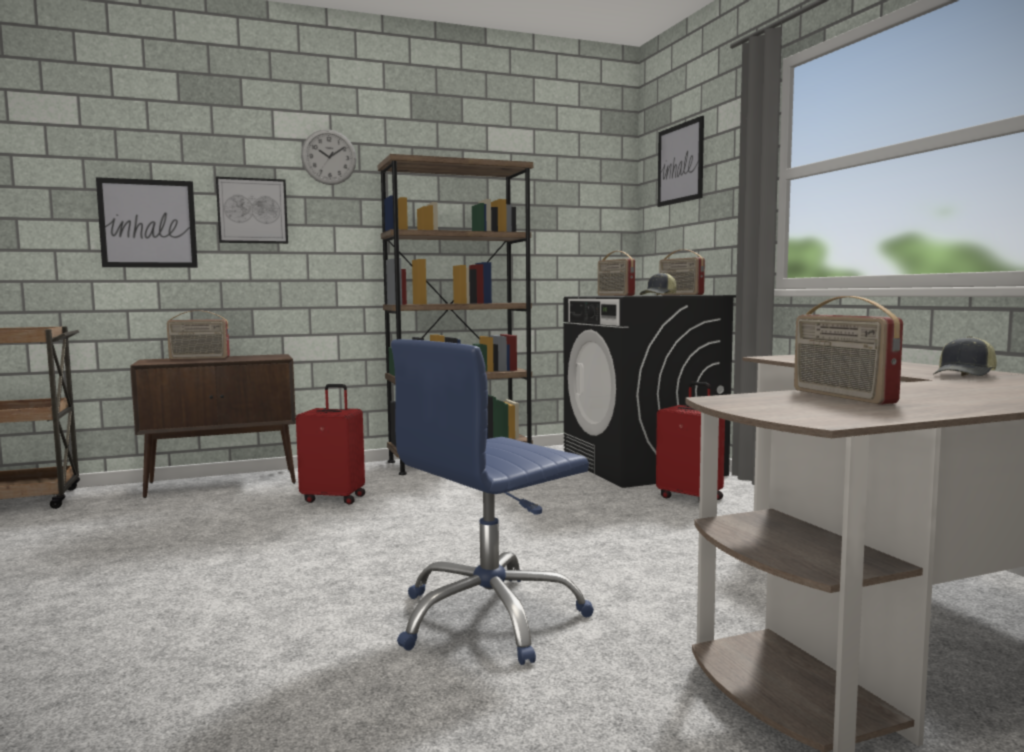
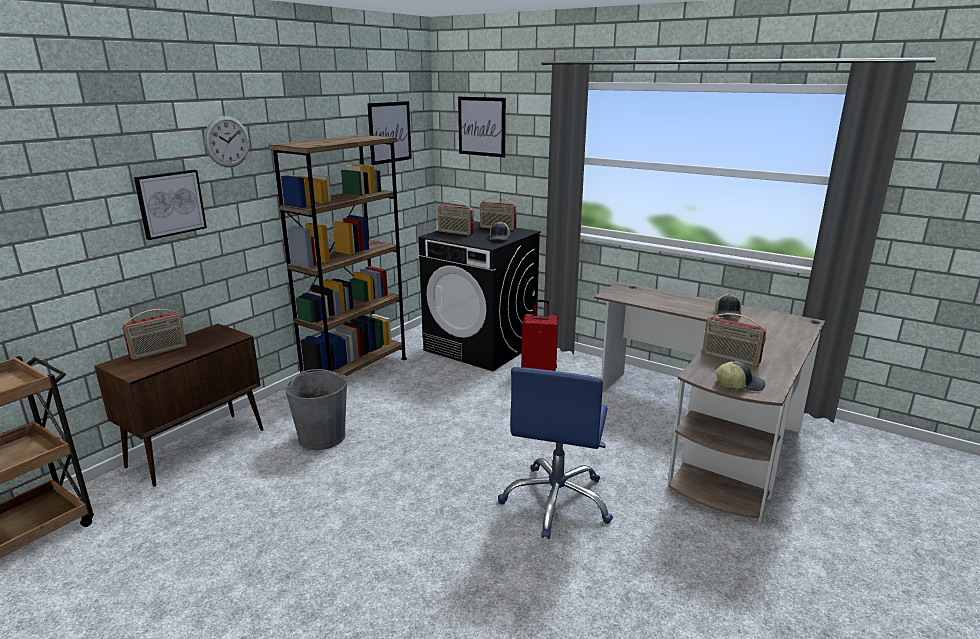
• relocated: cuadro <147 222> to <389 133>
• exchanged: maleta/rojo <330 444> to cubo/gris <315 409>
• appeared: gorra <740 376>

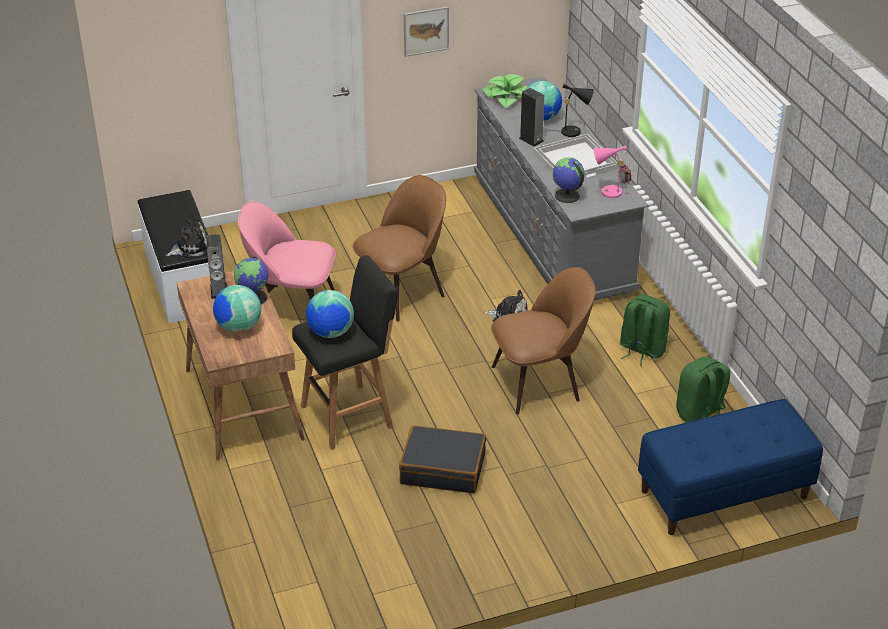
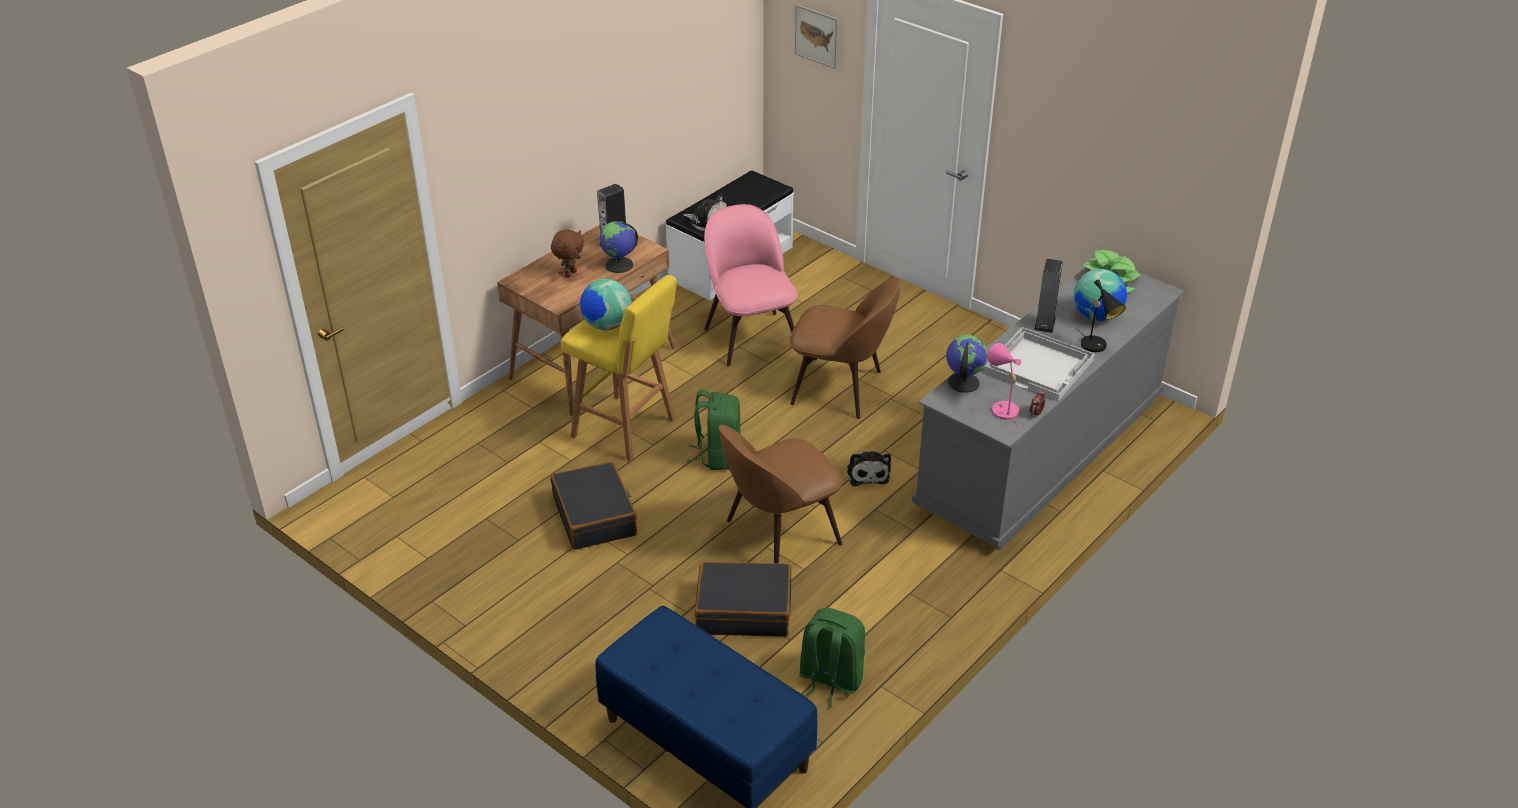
• exchanged: globo terráqueo <237 309> to peluche/marrón <567 254>
• colour: taburete/negro <345 352> to taburete/amarillo <619 368>
• relocated: cuadro <426 31> to <817 36>
• spun: silla/marrón <543 341> = <780 494> 105 degrees clockwise
• relocated: mochila/verde <645 330> to <713 430>
• appeared: maleta/negro <743 599>

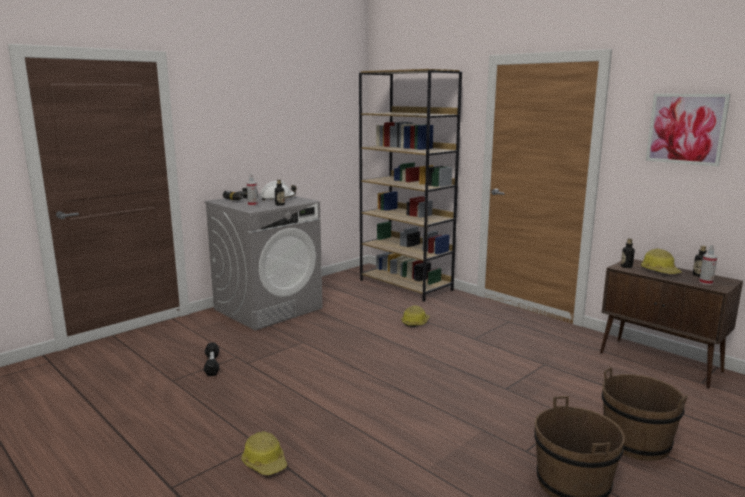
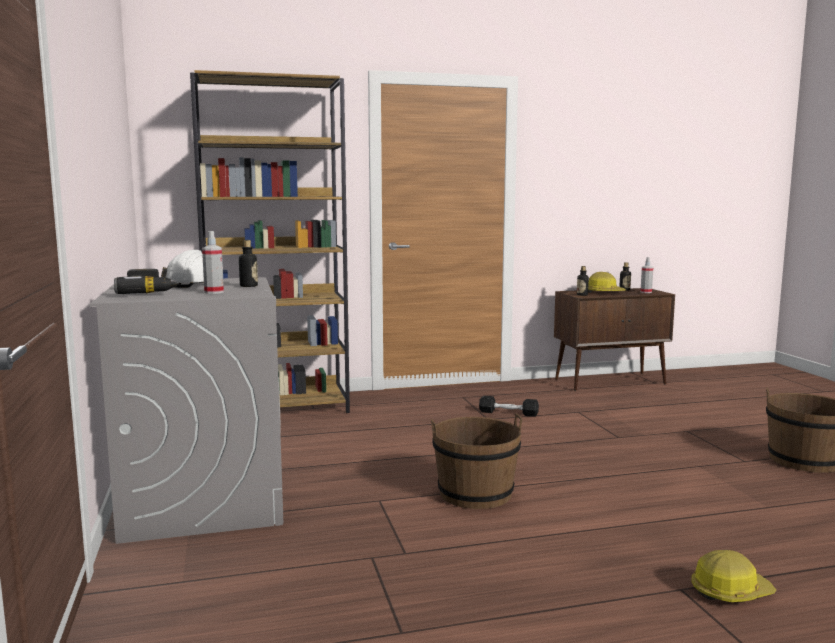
• relocated: mancuerna/negro <211 359> to <509 406>
• missing: casco <415 316>
• relocated: cubo/marrón <645 414> to <476 461>
• missing: cuadro <688 130>

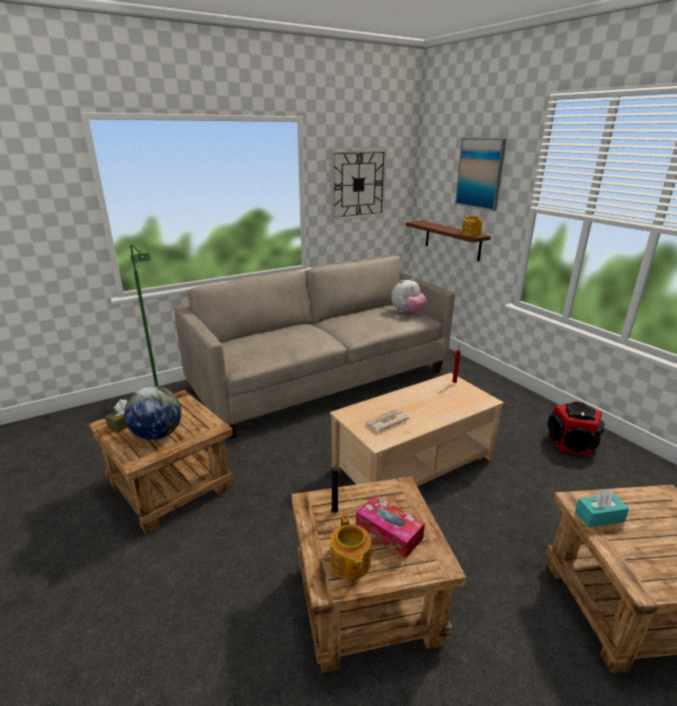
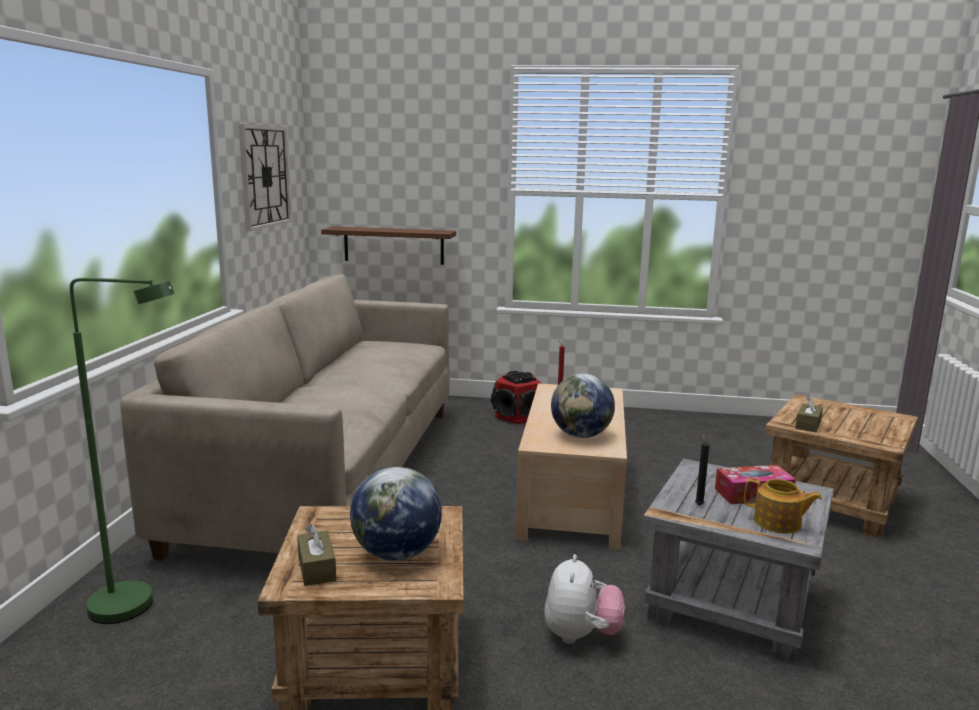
• colour: mesa auxiliar/marrón <378 574> to mesa auxiliar/gris <738 562>
• exchanged: periódico <387 421> to globo terráqueo <583 406>
• relocated: peluche <409 295> to <584 599>
• missing: cuadro <481 174>
• missing: tetera <472 225>
• relocated: altavoz <576 428> to <516 397>
• colour: caja de pañuelos/turquesa <602 508> to caja de pañuelos/marrón <809 413>

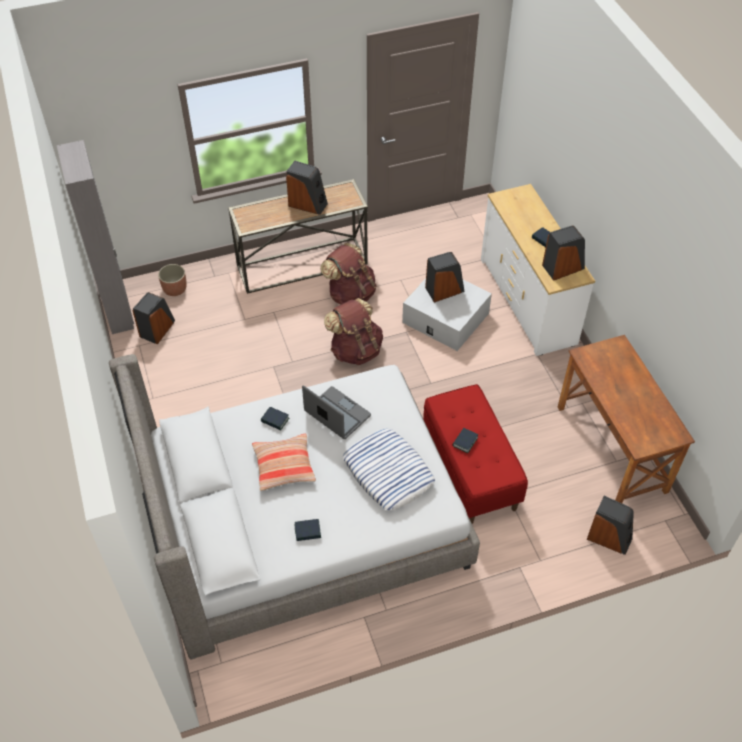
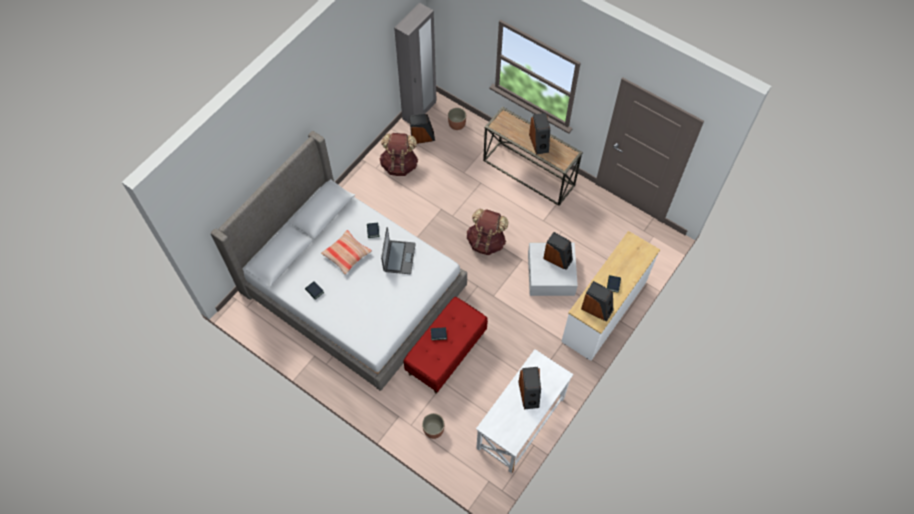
• relocated: mochila/marrón <348 274> to <398 154>
• missing: cojín <389 469>
• colour: escritorio/marrón <626 419> to escritorio/blanco <524 411>
• relocated: altavoz <610 525> to <529 388>
• appeared: maceta <433 426>

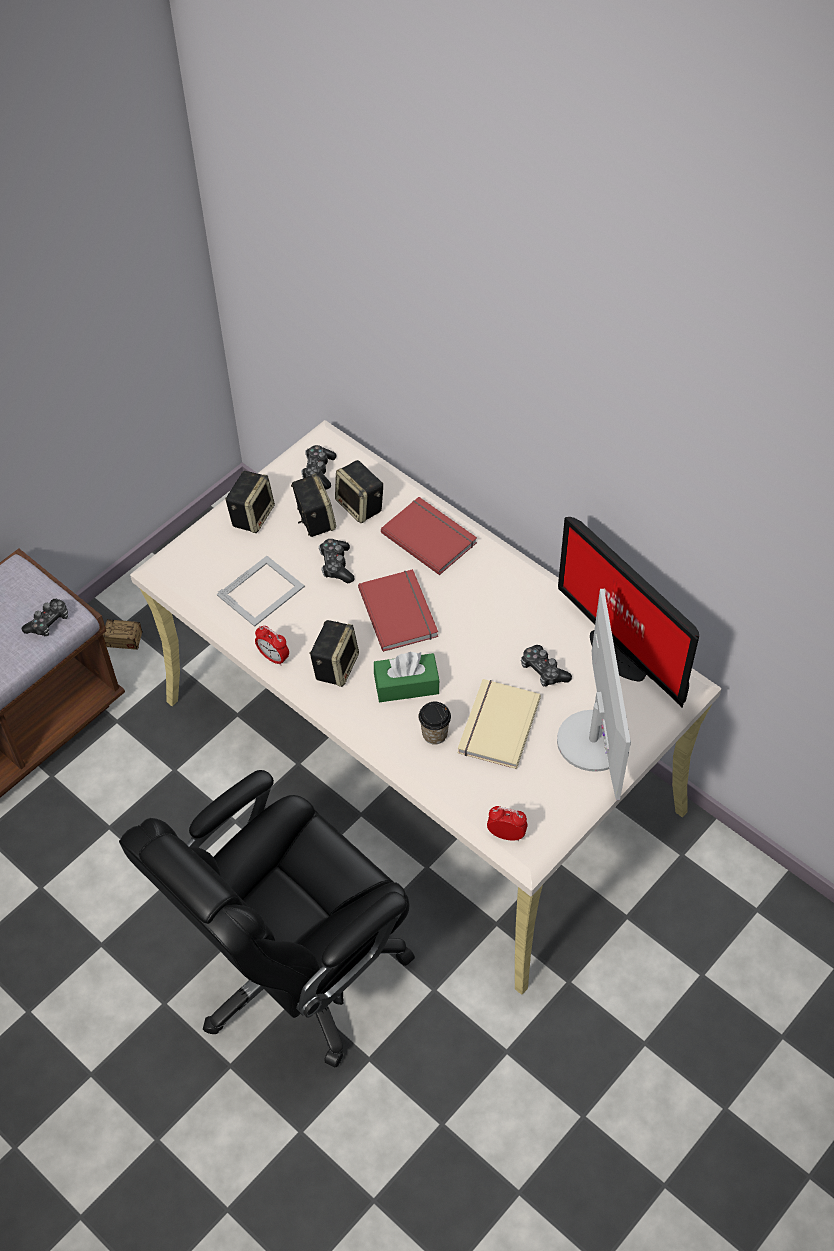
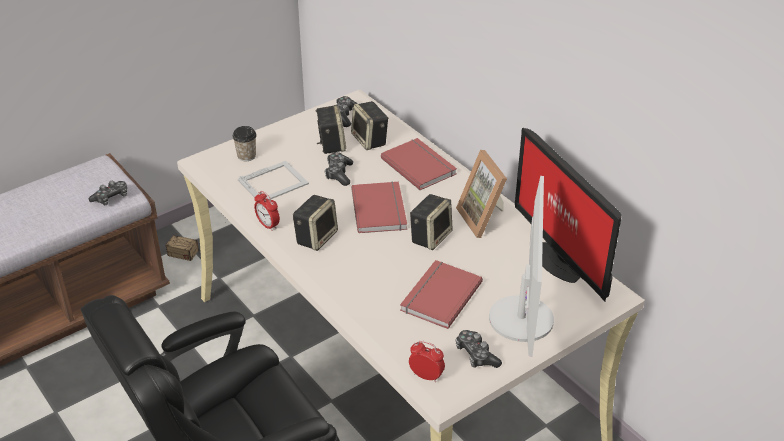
• relocated: altavoz <250 502> to <431 222>
• missing: caja de pañuelos/verde <407 677>
• relocated: taza <434 723> to <244 143>
• colour: libro/beis <499 724> to libro/rojo <441 294>
• relocated: mando de consola <546 665> to <478 349>
• appeared: portarretratos <481 194>

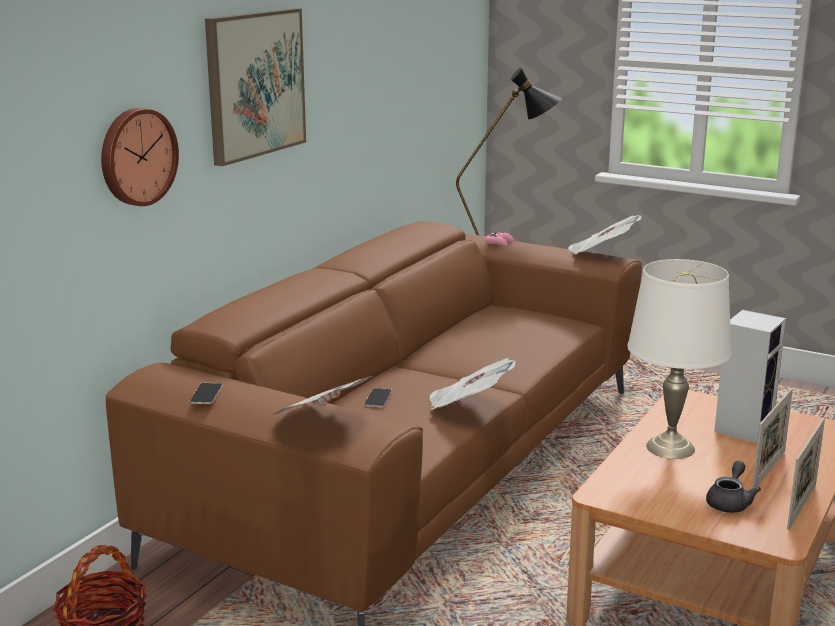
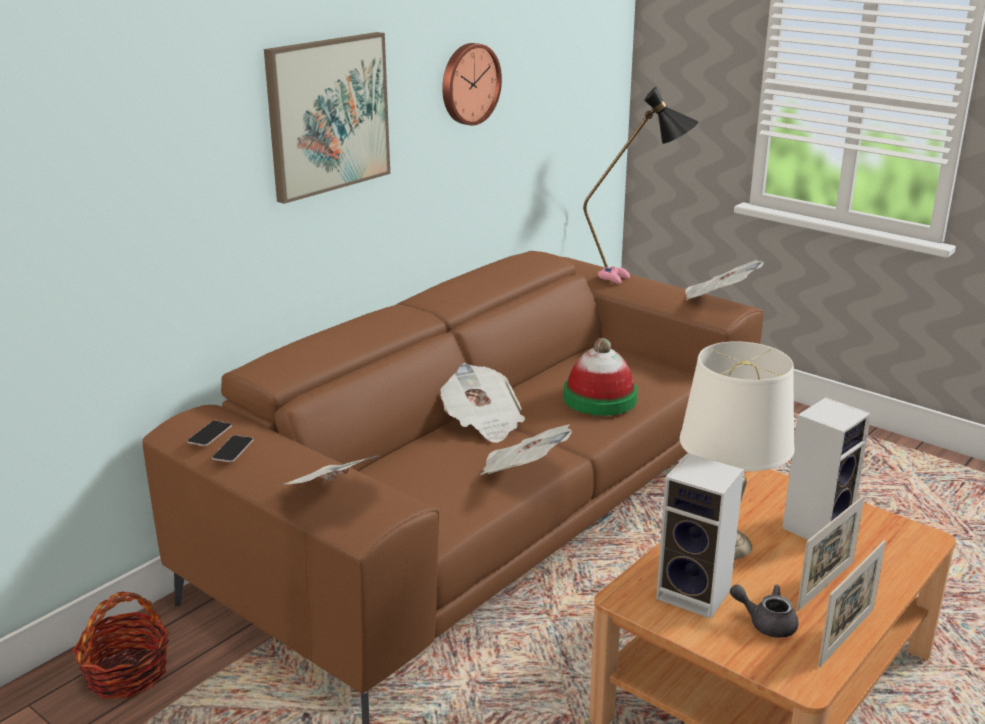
• relocated: reloj de pared <140 157> to <472 84>
• relocated: móvil <378 397> to <209 433>
• spun: tetera/gris <733 487> = <764 611> 105 degrees counterclockwise
• appeared: periódico <482 403>
• appeared: sombrero <600 377>
• appeared: altavoz <700 535>

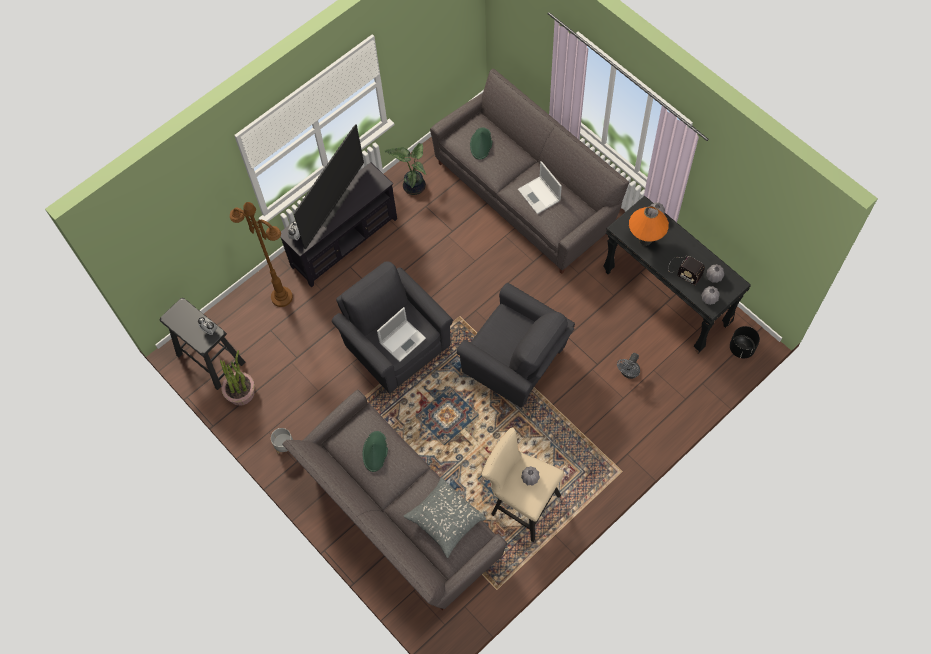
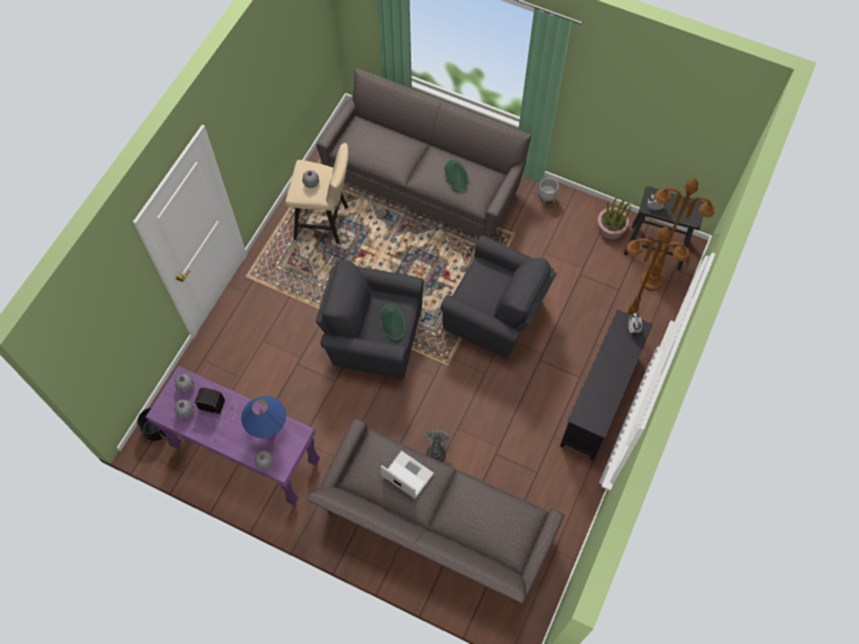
• missing: televisor <329 186>
• missing: portátil <401 334>
• missing: planta en maceta <405 169>
• missing: cojín/gris <445 517>
• relocated: sombrero/verde <481 143> to <392 322>
• colour: mesa consola/negro <677 274> to mesa consola/morado <233 435>
• relocated: ventilador/gris <628 366> to <438 446>
• colour: lámpara de mesa/naranja <649 226> to lámpara de mesa/azul <263 417>
• appeared: lámpara de pie/marrón <678 234>

